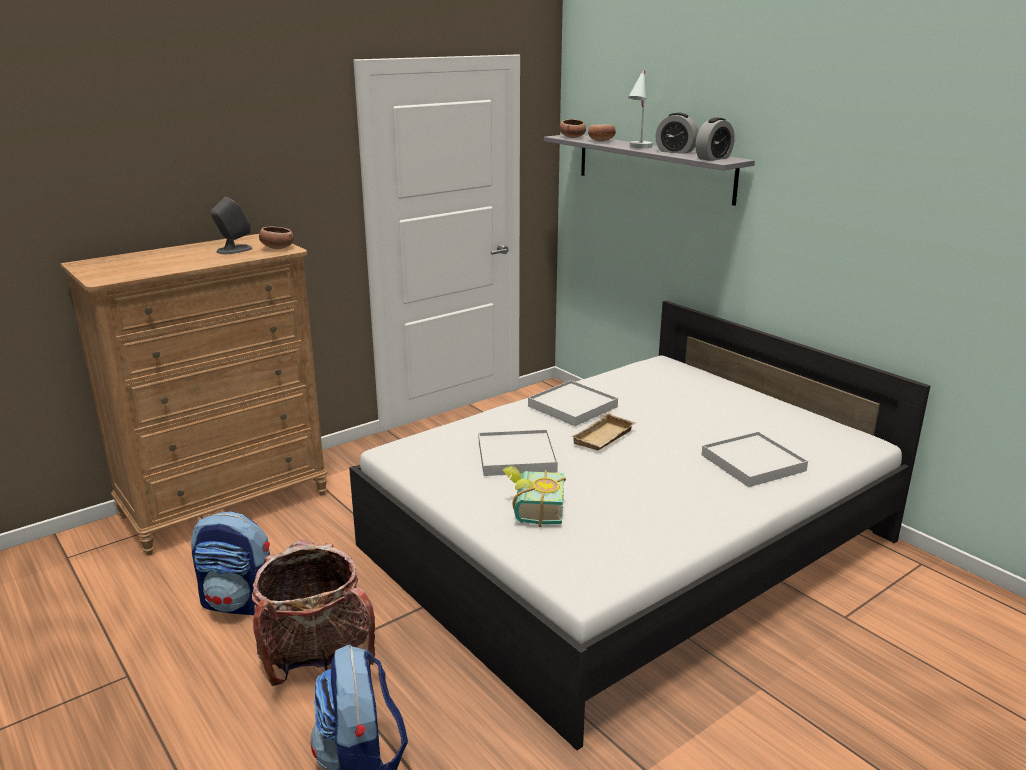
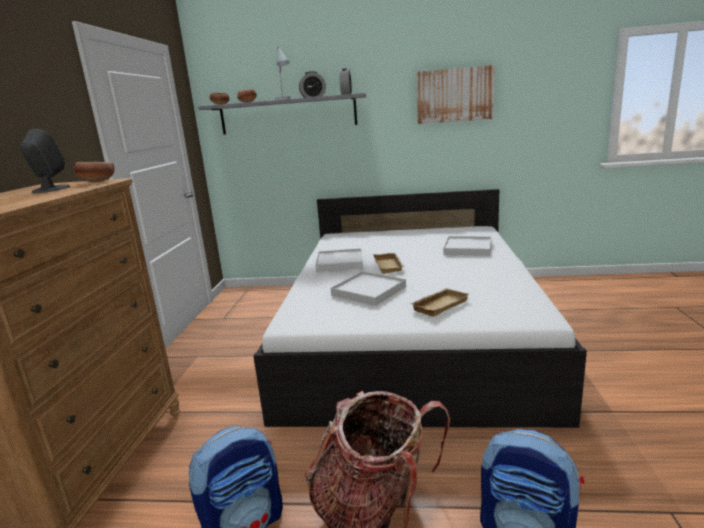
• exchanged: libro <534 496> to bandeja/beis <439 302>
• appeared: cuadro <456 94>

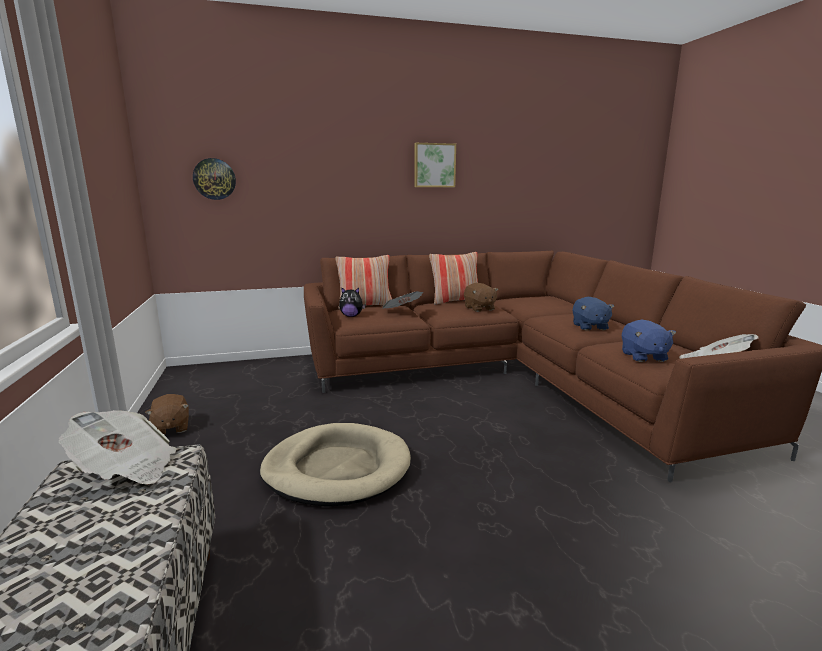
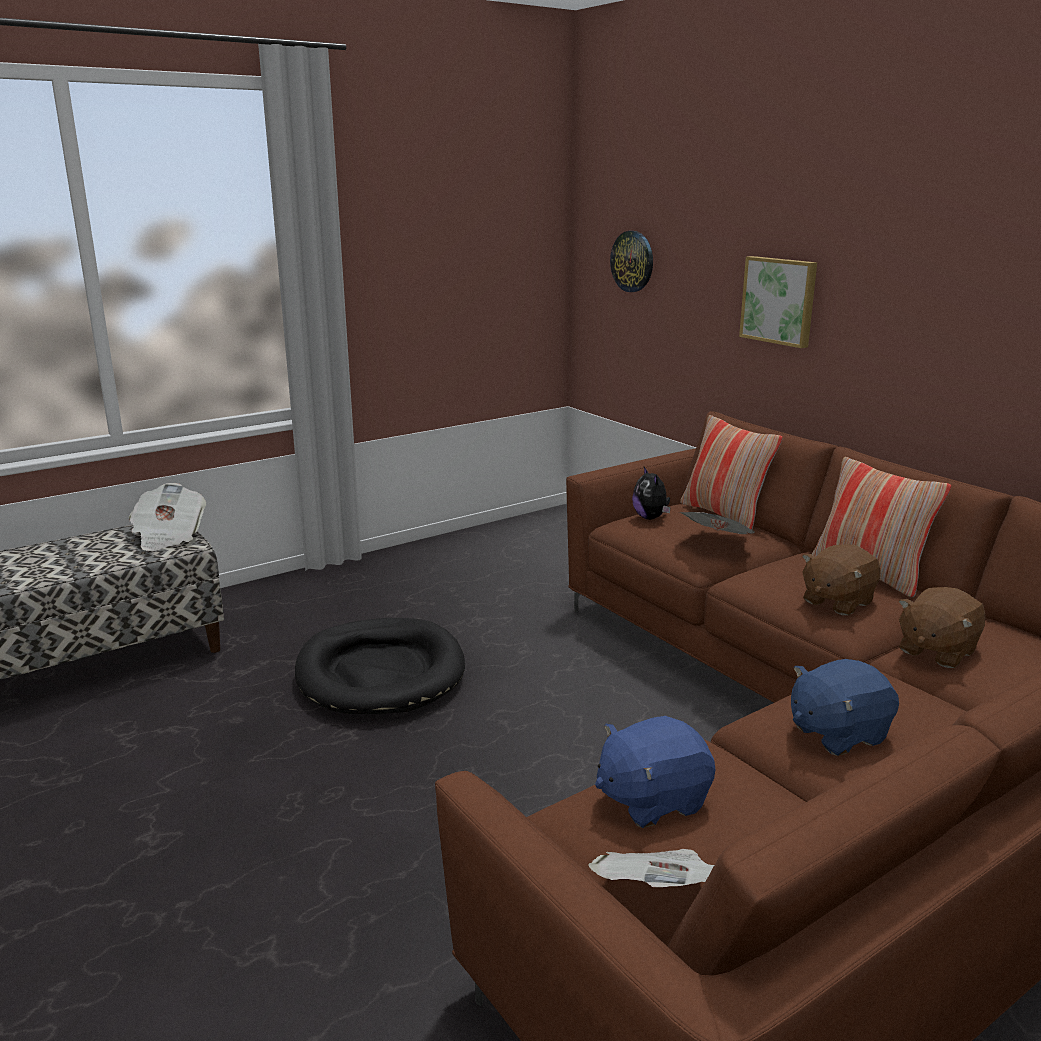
• relocated: peluche/marrón <167 414> to <941 627>
• colour: cama para perro/beis <335 465> to cama para perro/negro <380 666>
• relocated: cuadro <435 165> to <778 302>

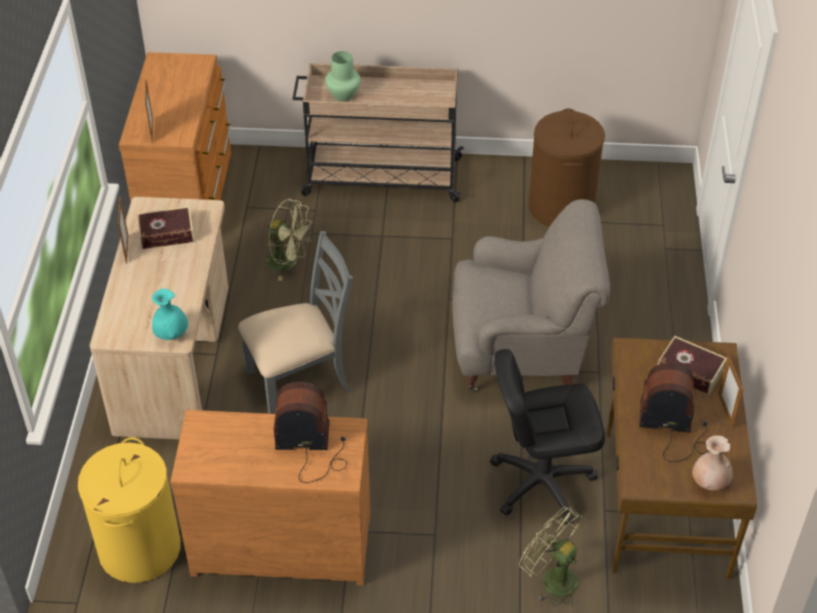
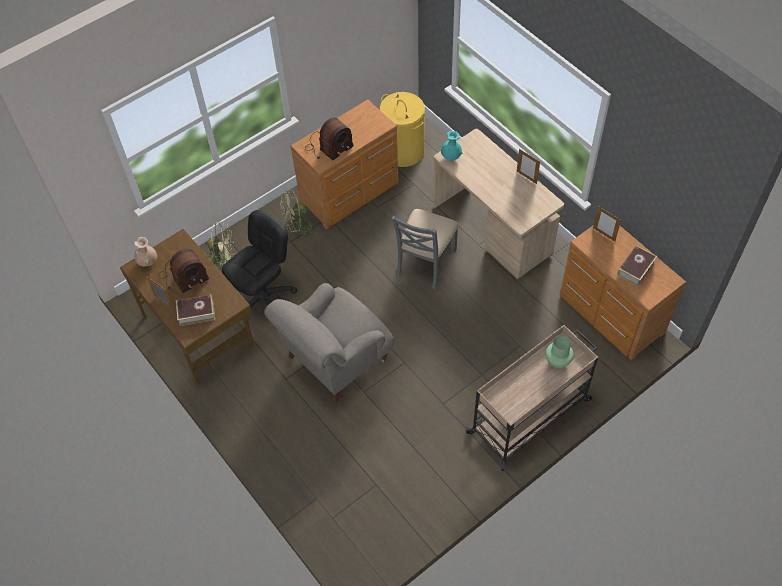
• relocated: libro <166 227> to <637 265>
• relocated: ventilador/verde <289 240> to <300 214>
• missing: cesto de la ropa/marrón <566 167>

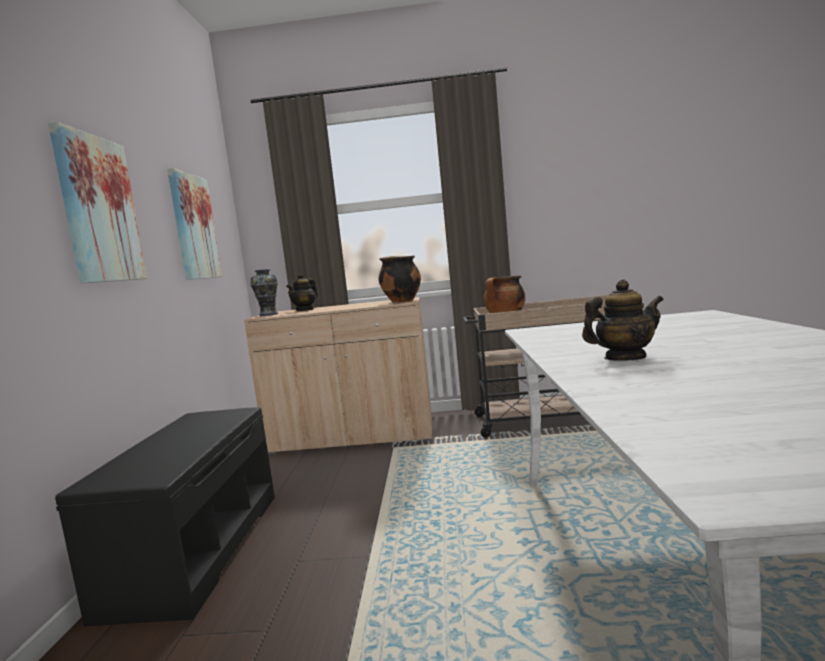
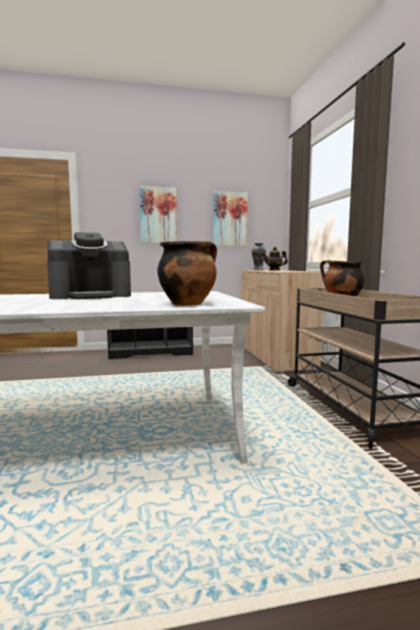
• relocated: olla <400 279> to <187 273>
• exchanged: tetera <623 320> to cafetera <89 265>

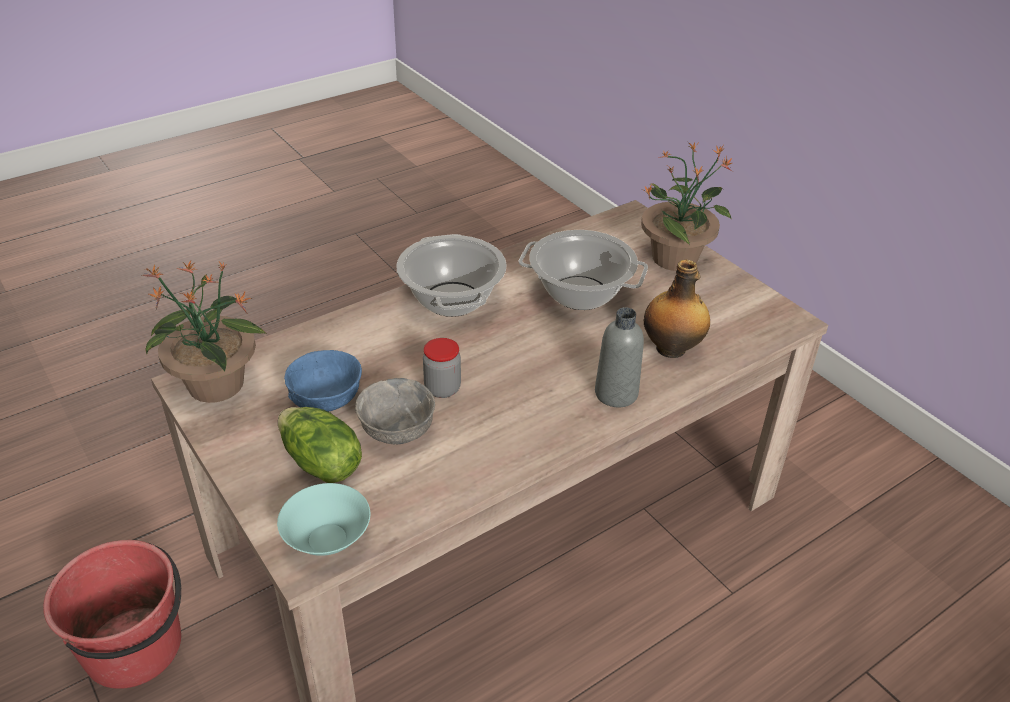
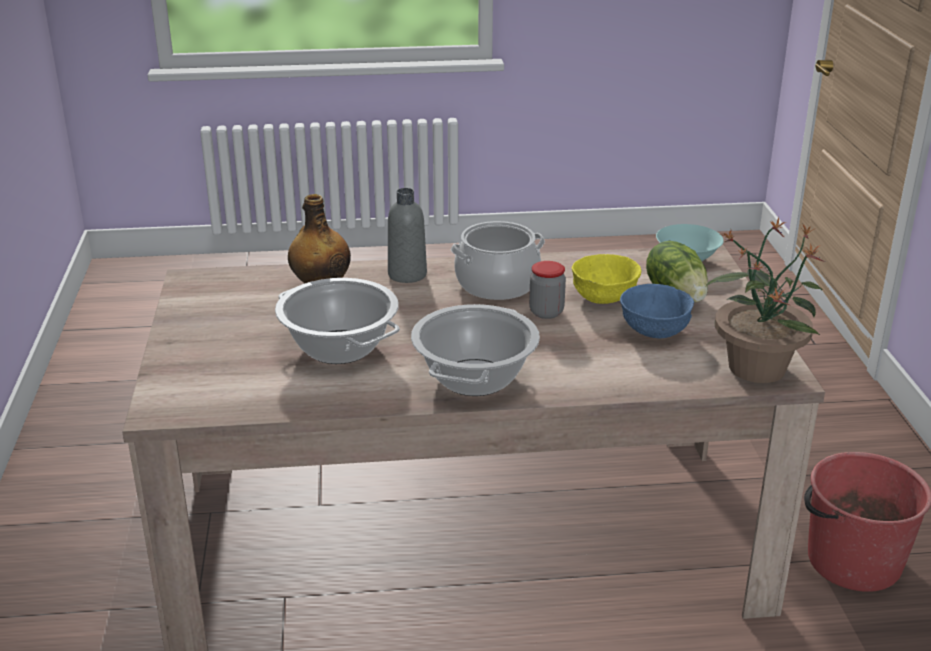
• colour: cuenco/gris <395 411> to cuenco/amarillo <606 279>
• missing: planta en maceta <687 206>
• appeared: olla <498 260>

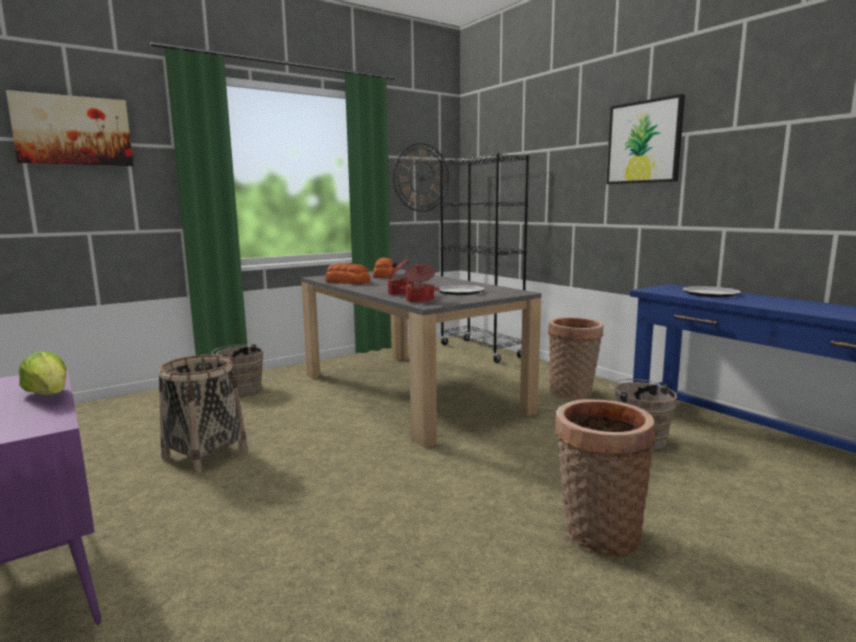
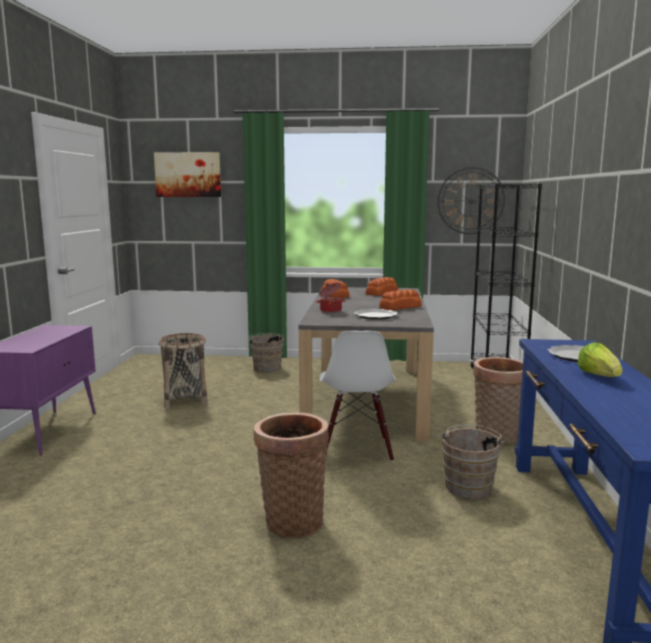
• relocated: lechuga <42 373> to <600 359>
• missing: olla <420 283>
• missing: cuadro <645 139>
• appeared: silla/blanco <357 396>
• appeared: pan <400 299>

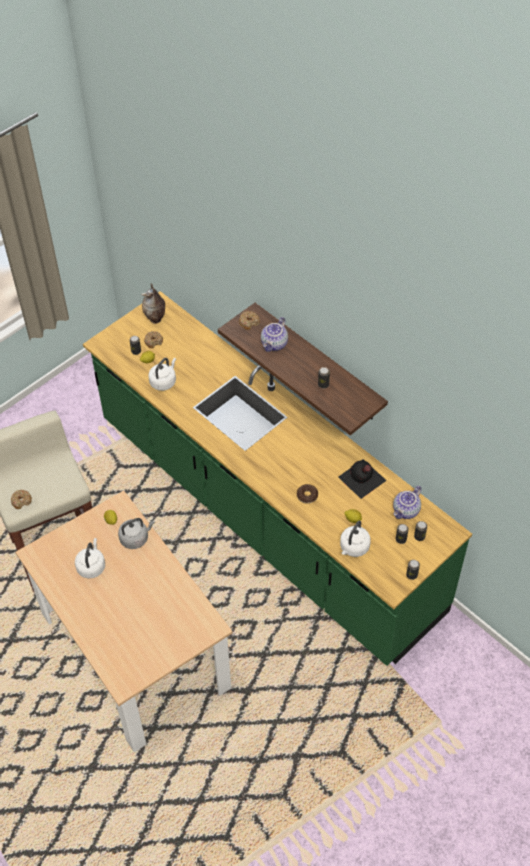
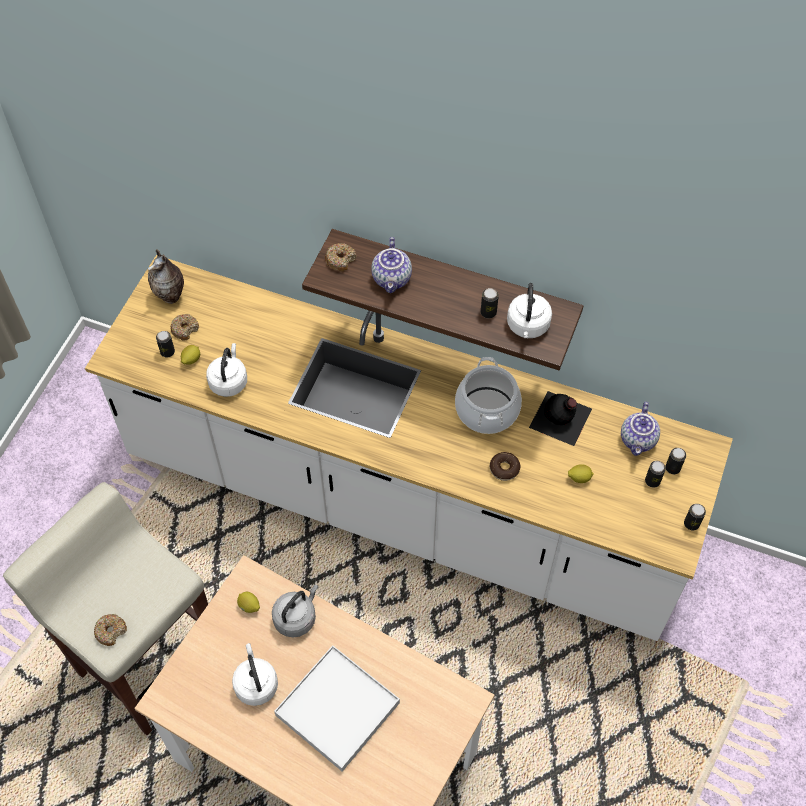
• colour: mueble bajo de cocina/verde <277 478> to mueble bajo de cocina/blanco <409 448>
• relocated: hervidor/blanco <355 538> to <529 310>
• appeared: bandeja/blanco <337 708>
• appeared: olla <488 395>

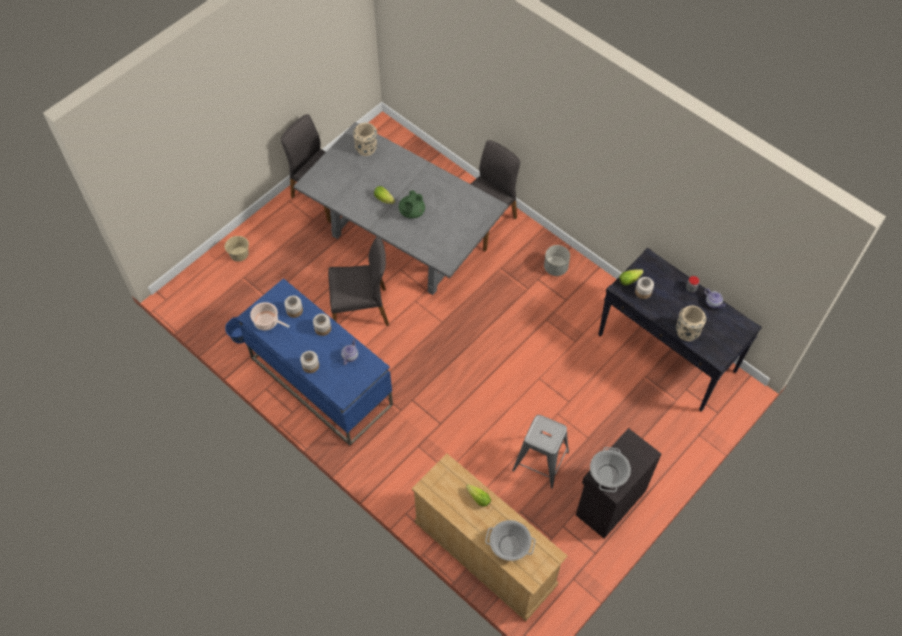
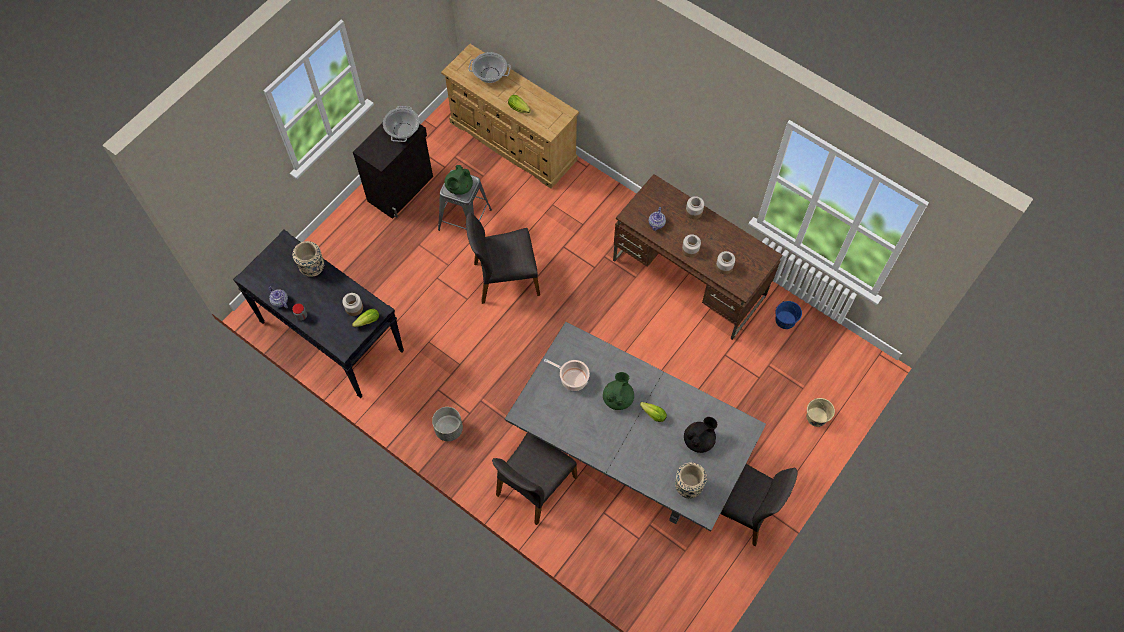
• colour: escritorio/azul <315 362> to escritorio/marrón <697 257>
• relocated: olla <270 316> to <567 375>
• relocated: silla/gris <358 281> to <503 258>
• appeared: tetera/verde <459 180>
• appeared: tetera/negro <700 435>

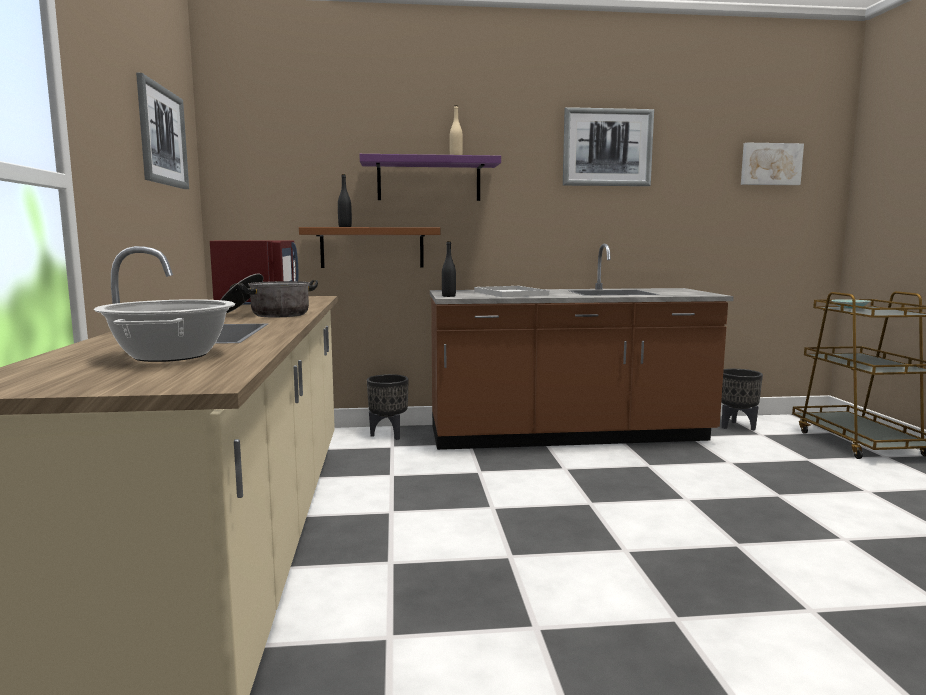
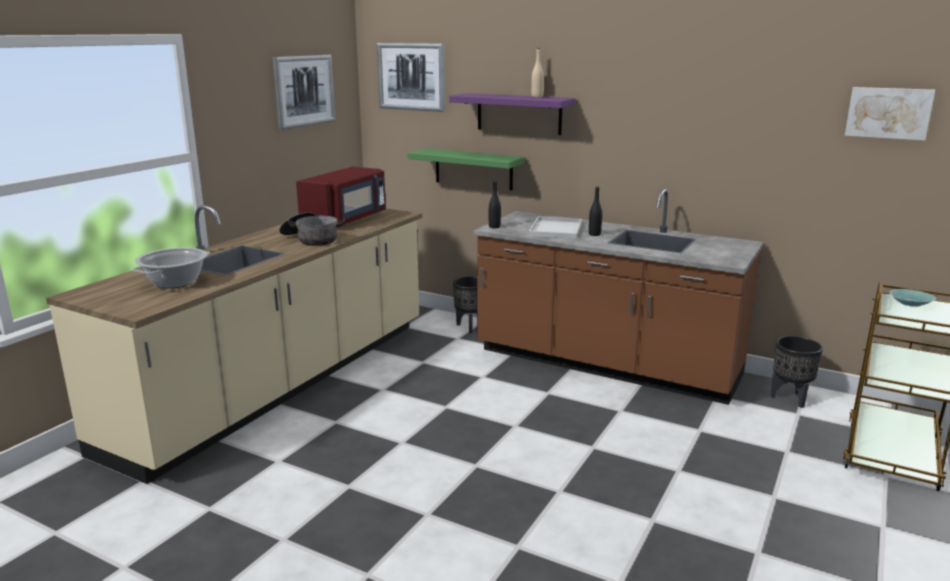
• colour: estante/marrón <370 247> to estante/verde <466 169>
• relocated: botella/negro <345 200> to <595 211>
• relocated: cuadro <608 146> to <411 77>

